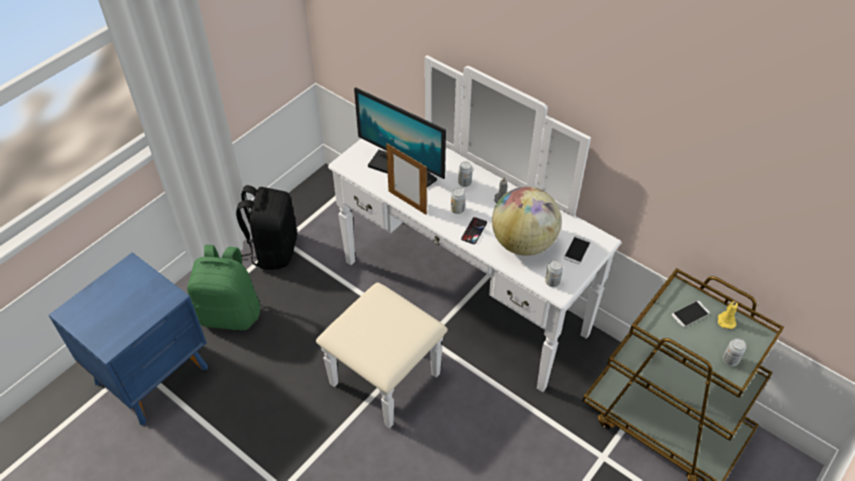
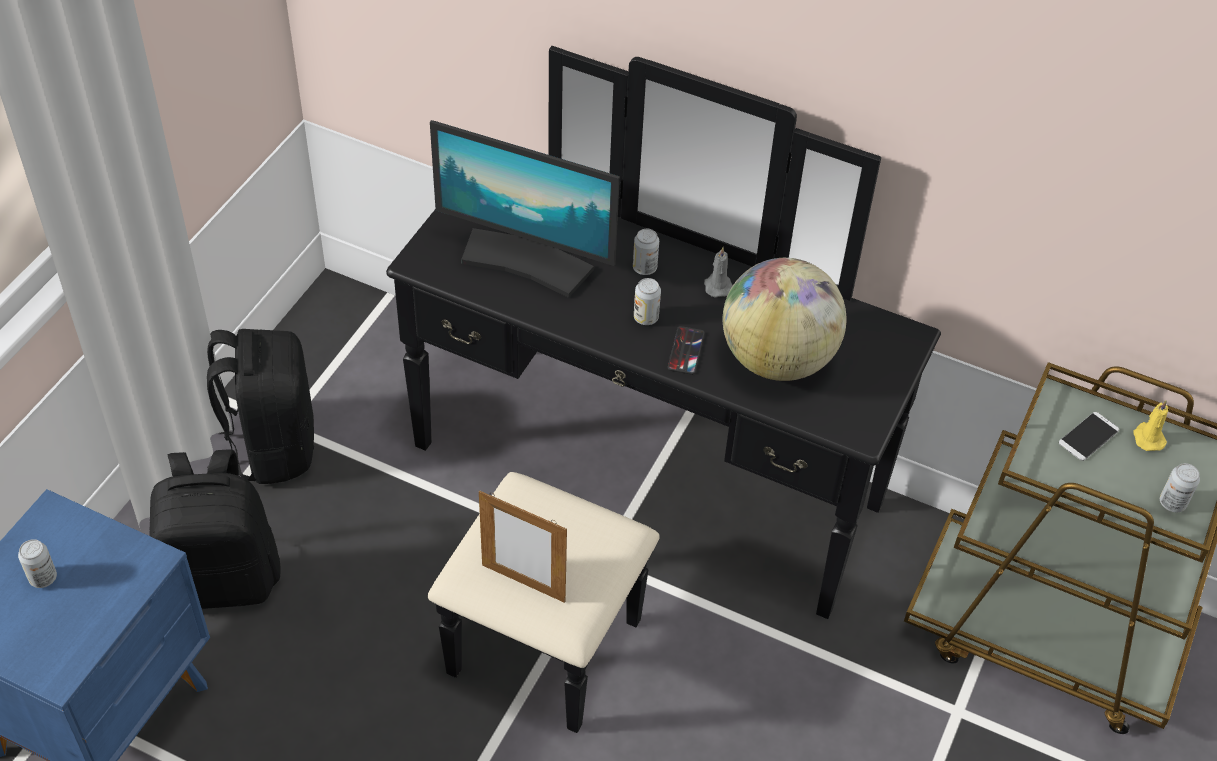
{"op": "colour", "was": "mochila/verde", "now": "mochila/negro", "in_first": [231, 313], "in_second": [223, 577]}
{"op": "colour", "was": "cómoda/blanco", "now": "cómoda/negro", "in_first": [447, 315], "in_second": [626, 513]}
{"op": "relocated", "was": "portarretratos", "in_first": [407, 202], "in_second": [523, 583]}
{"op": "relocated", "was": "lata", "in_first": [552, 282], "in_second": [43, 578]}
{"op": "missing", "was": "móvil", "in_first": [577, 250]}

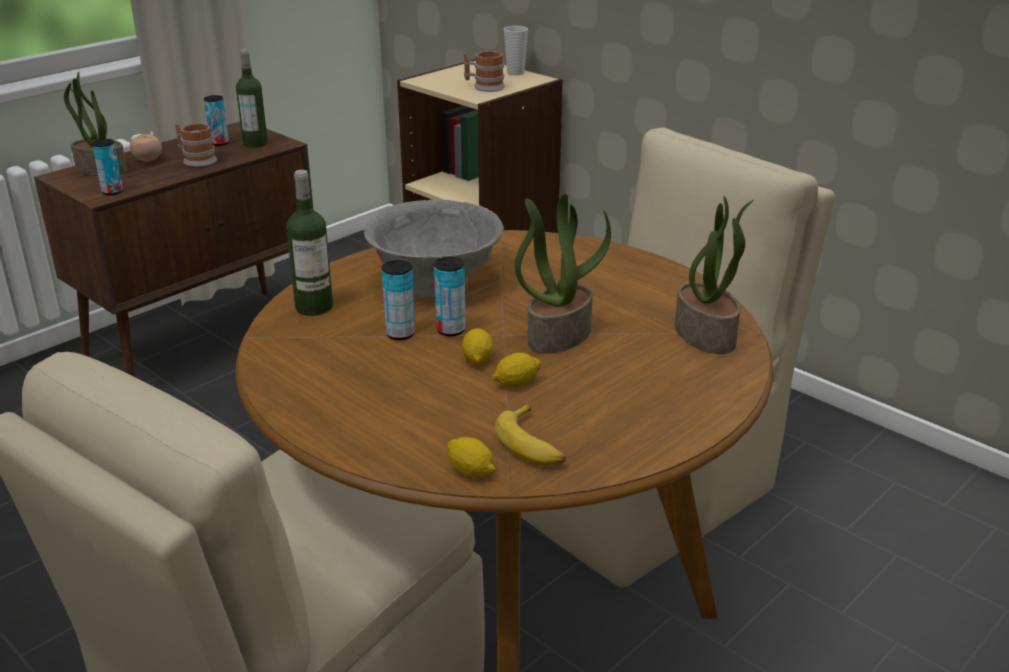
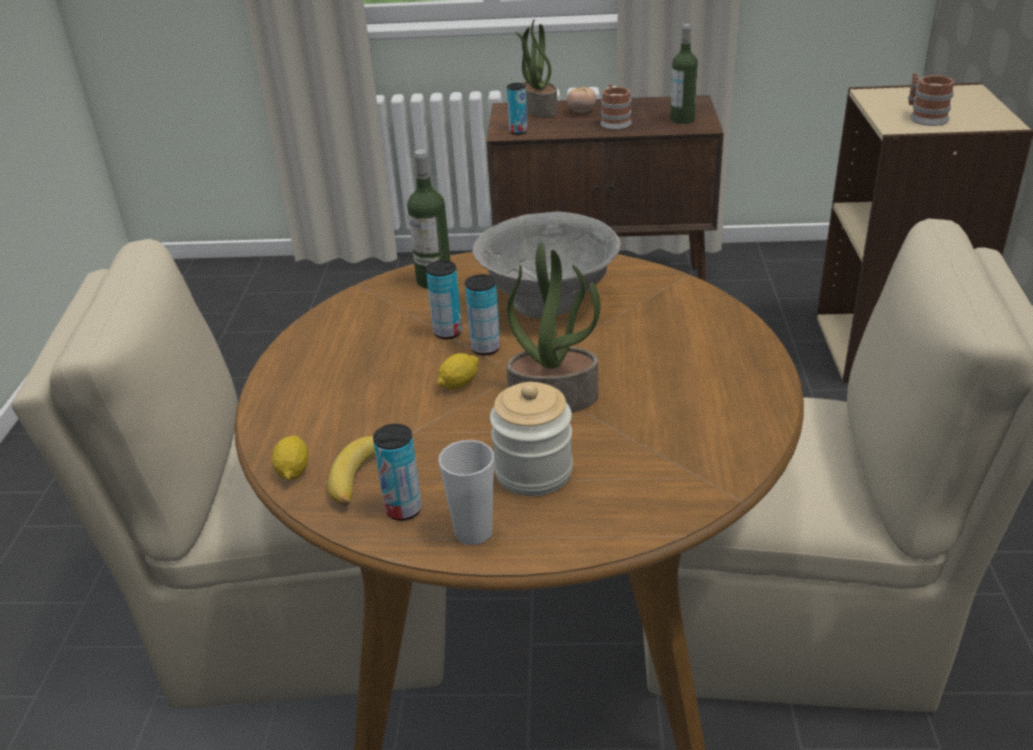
{"op": "relocated", "was": "lata", "in_first": [219, 143], "in_second": [403, 509]}
{"op": "missing", "was": "limón", "in_first": [516, 383]}
{"op": "relocated", "was": "taza", "in_first": [515, 73], "in_second": [473, 532]}
{"op": "missing", "was": "planta en maceta", "in_first": [706, 335]}
{"op": "appeared", "now": "tarro", "in_second": [533, 472]}

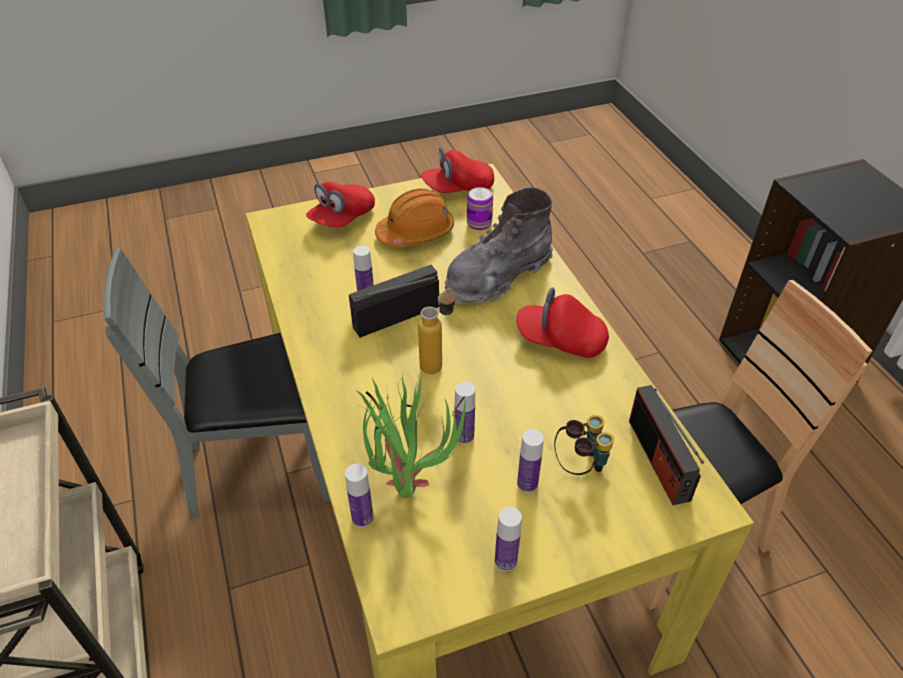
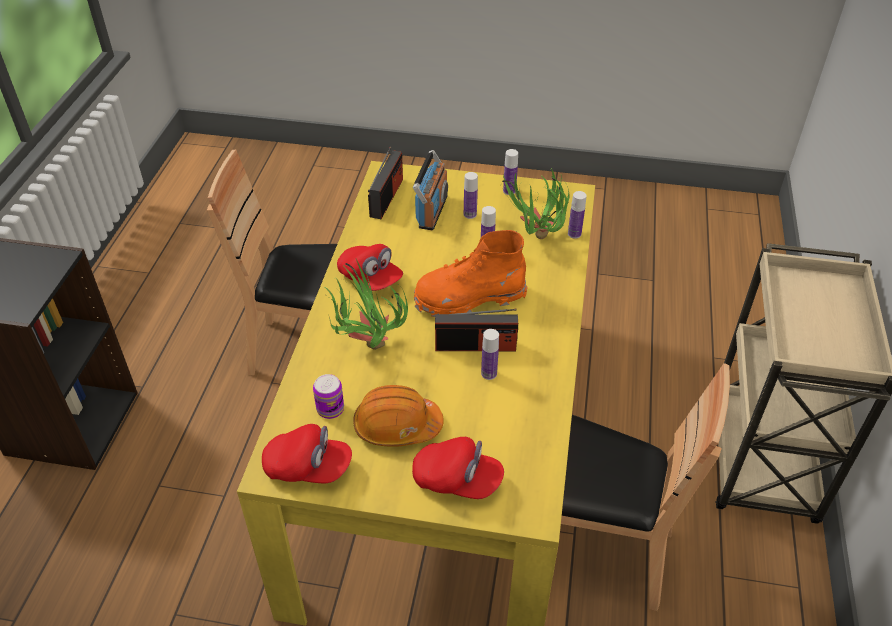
{"op": "colour", "was": "silla/gris", "now": "silla/marrón", "in_first": [262, 468], "in_second": [595, 549]}
{"op": "spun", "was": "gorra/rojo", "in_first": [342, 218], "in_second": [457, 480], "clockwise": 45}
{"op": "exchanged", "was": "botella", "now": "bota/naranja", "in_first": [438, 362], "in_second": [469, 298]}
{"op": "exchanged", "was": "bota/gris", "now": "planta en maceta", "in_first": [497, 276], "in_second": [366, 347]}
{"op": "exchanged", "was": "prismáticos", "now": "radio", "in_first": [580, 464], "in_second": [432, 211]}

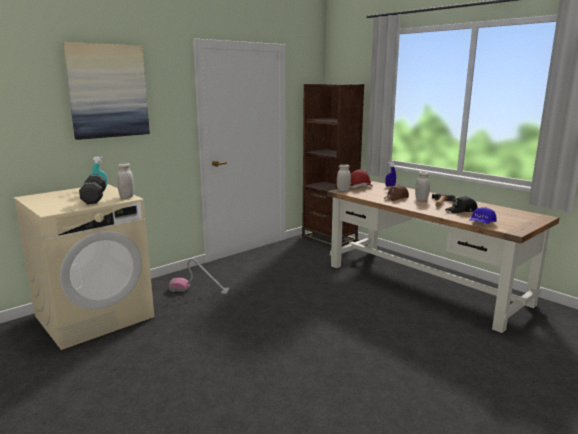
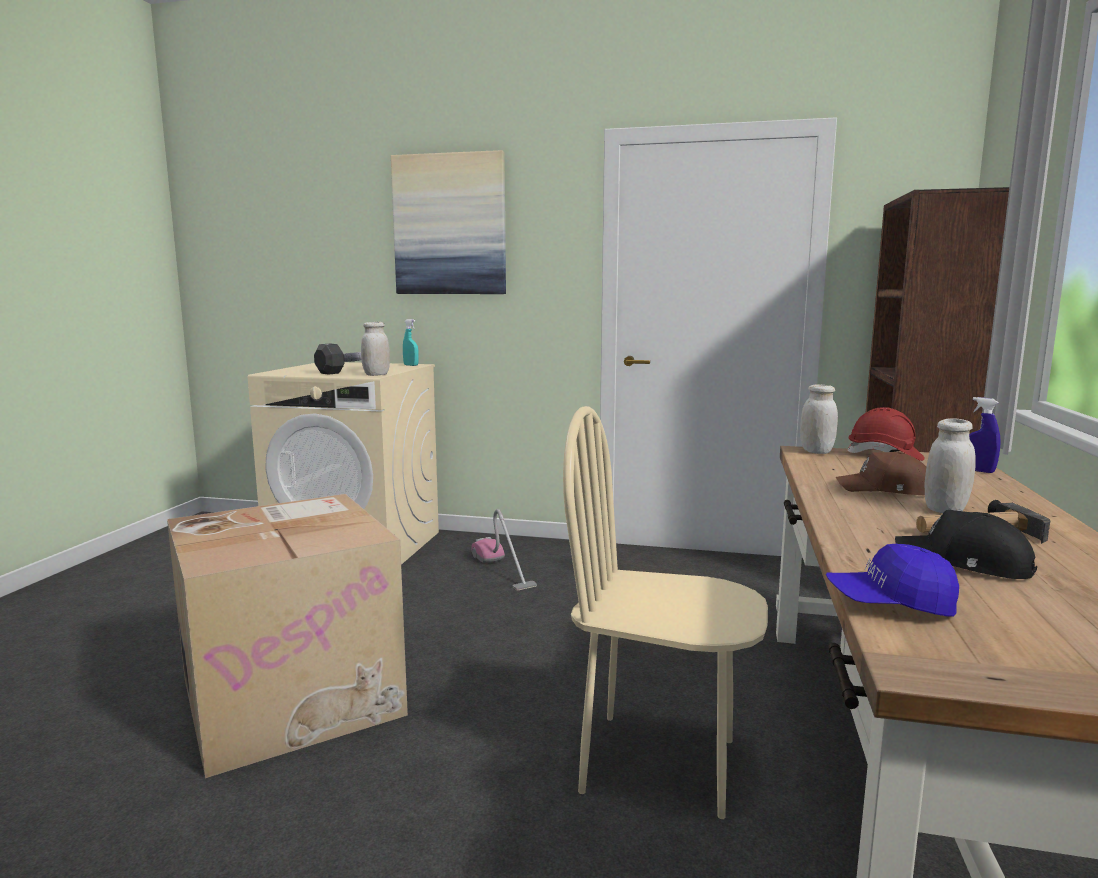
{"op": "appeared", "now": "caja de cartón", "in_second": [294, 695]}
{"op": "appeared", "now": "silla/beis", "in_second": [659, 763]}

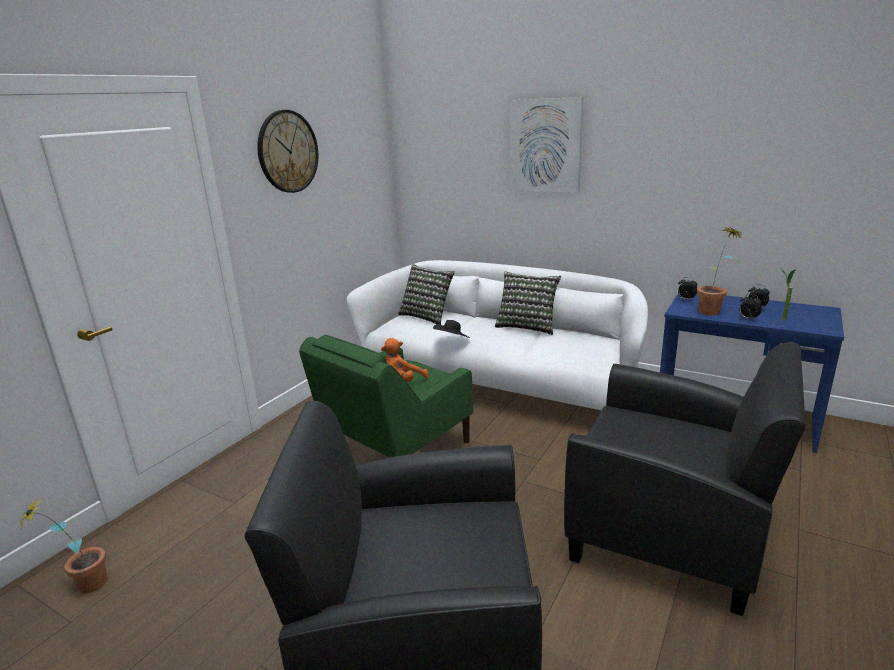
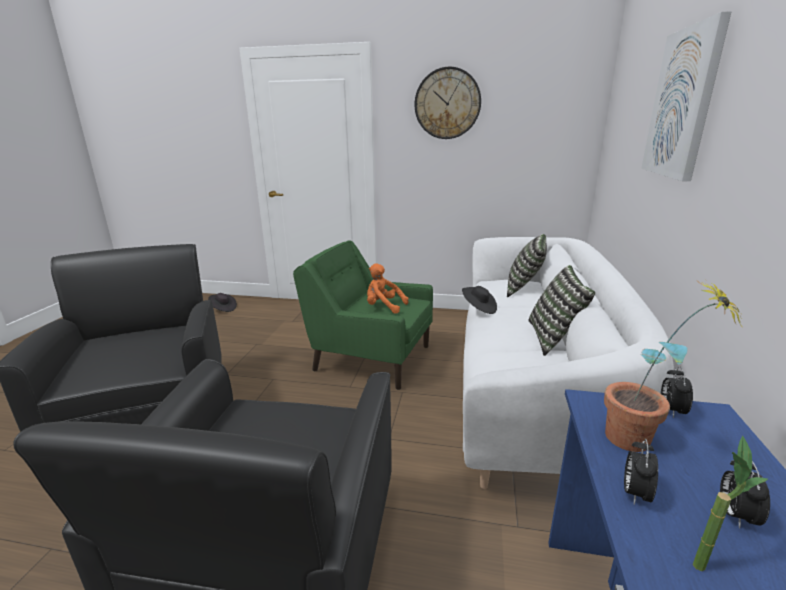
{"op": "exchanged", "was": "planta en maceta", "now": "sombrero/negro", "in_first": [83, 587], "in_second": [223, 308]}

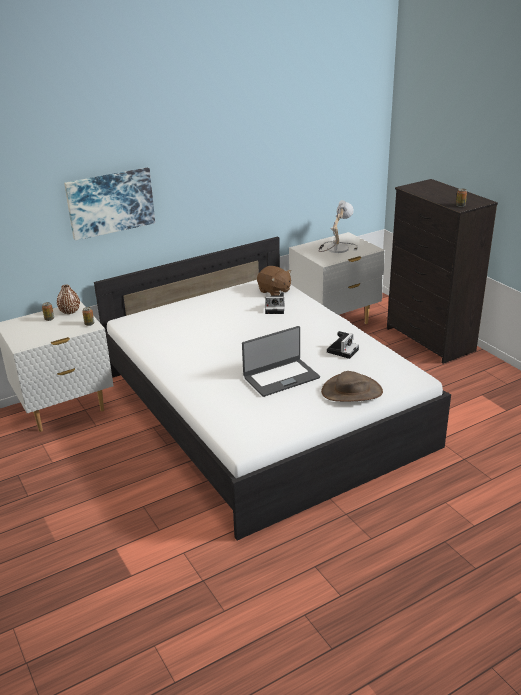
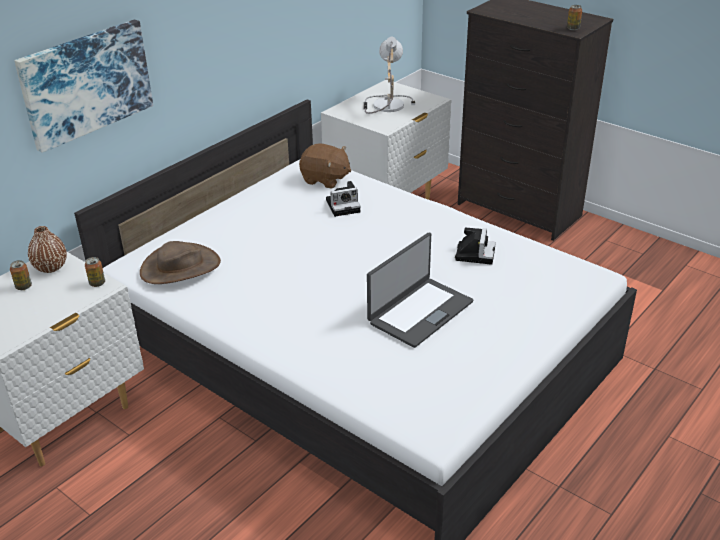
{"op": "relocated", "was": "sombrero/marrón", "in_first": [352, 391], "in_second": [180, 267]}

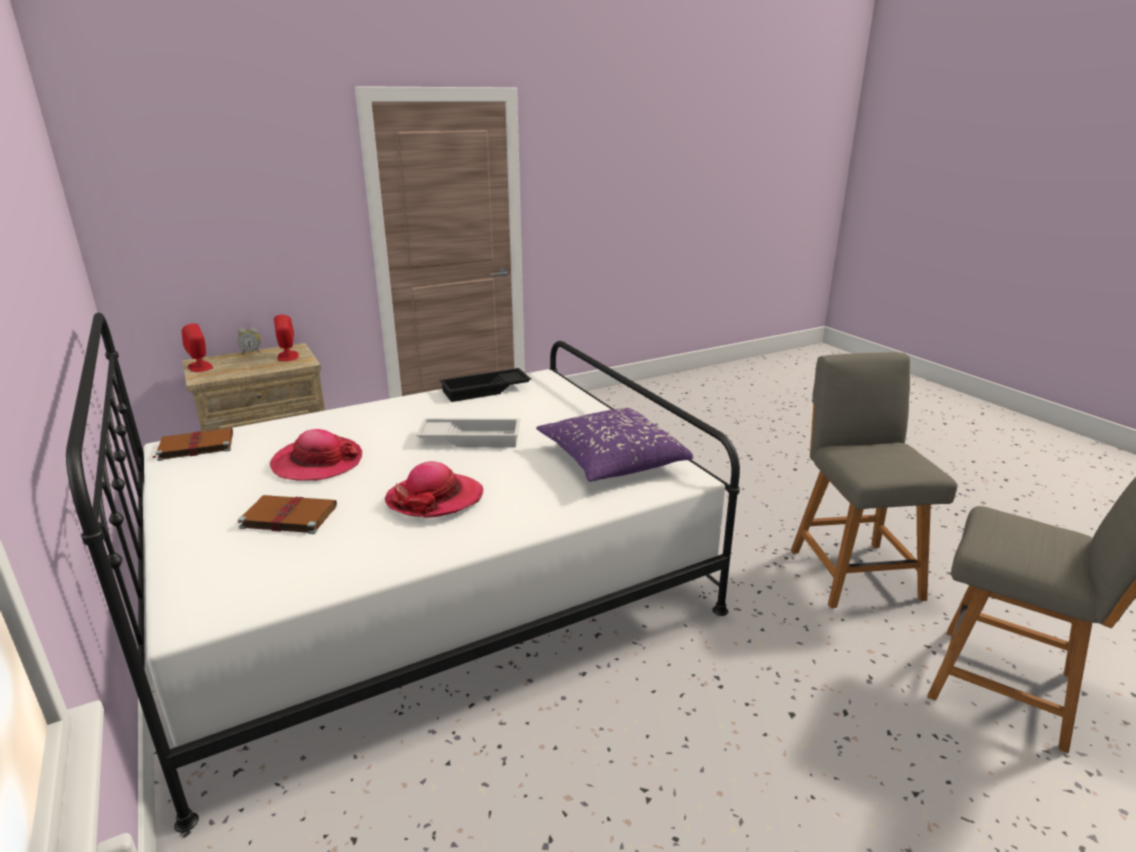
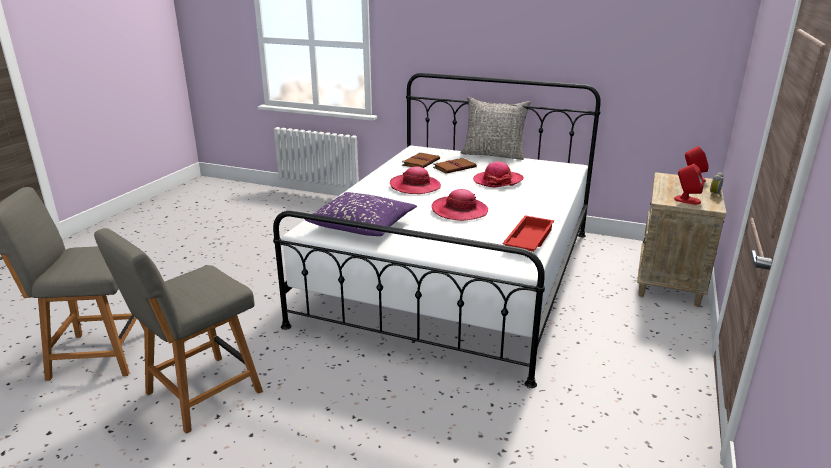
{"op": "relocated", "was": "libro/marrón", "in_first": [195, 446], "in_second": [421, 162]}
{"op": "exchanged", "was": "bandeja/blanco", "now": "sombrero", "in_first": [471, 438], "in_second": [459, 211]}
{"op": "colour", "was": "bandeja/negro", "now": "bandeja/rojo", "in_first": [485, 390], "in_second": [527, 240]}
{"op": "spun", "was": "silla/gris", "in_first": [852, 571], "in_second": [200, 394], "clockwise": 90}
{"op": "appeared", "now": "cojín/gris", "in_second": [493, 155]}

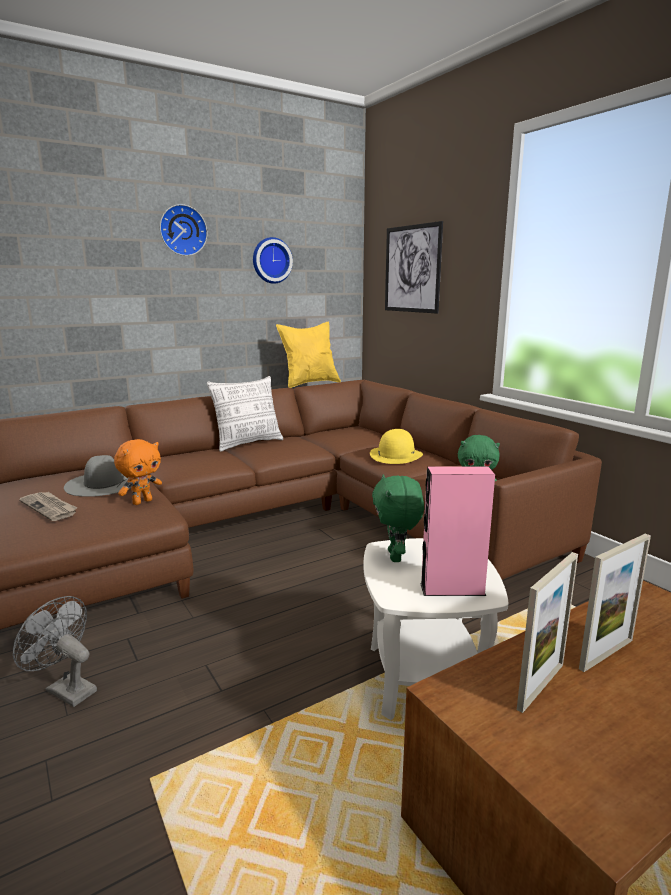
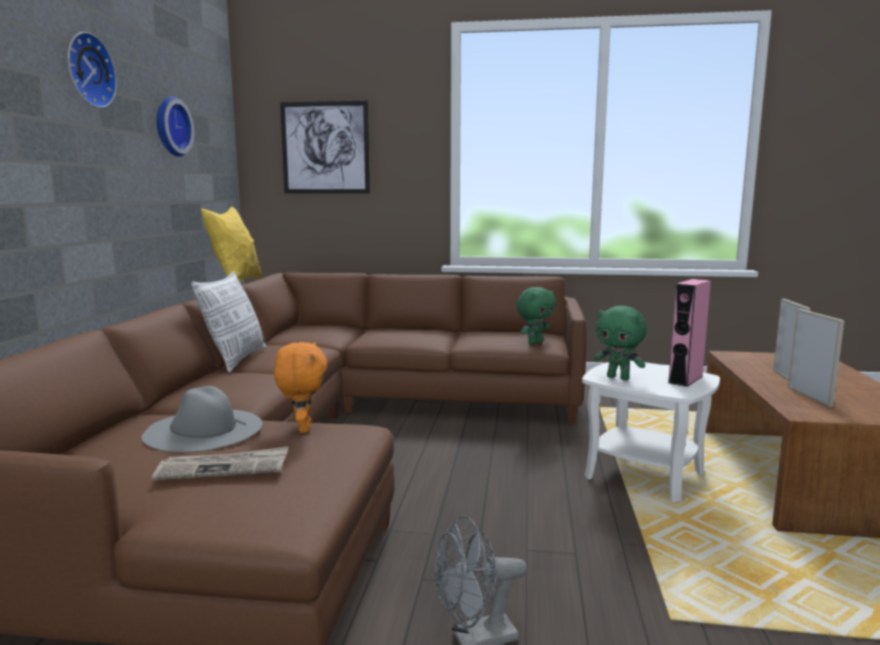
{"op": "missing", "was": "sombrero/amarillo", "in_first": [396, 455]}

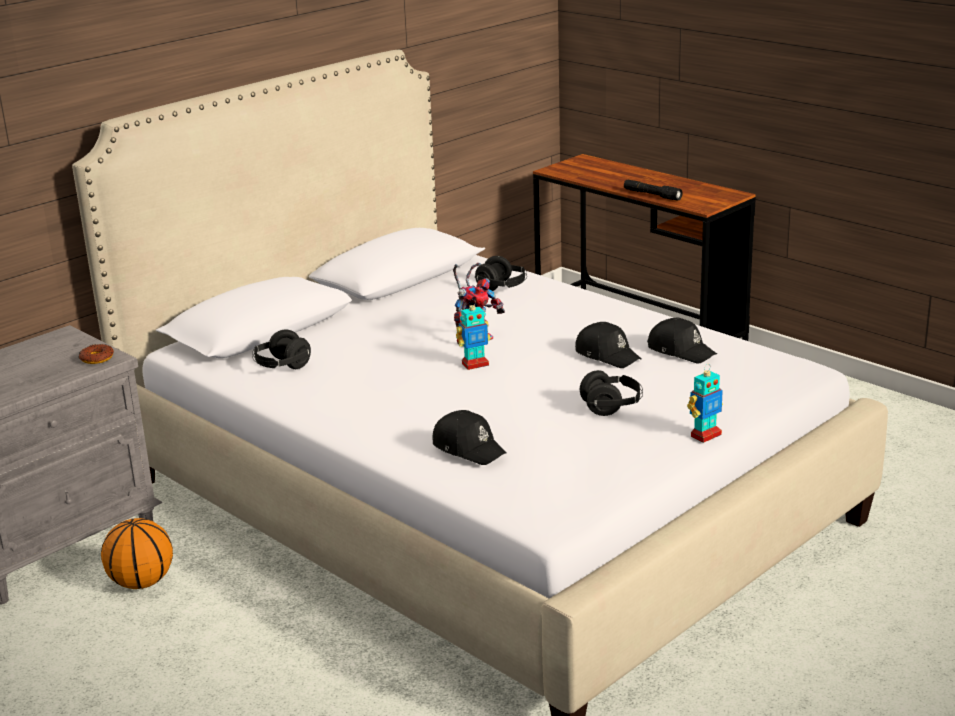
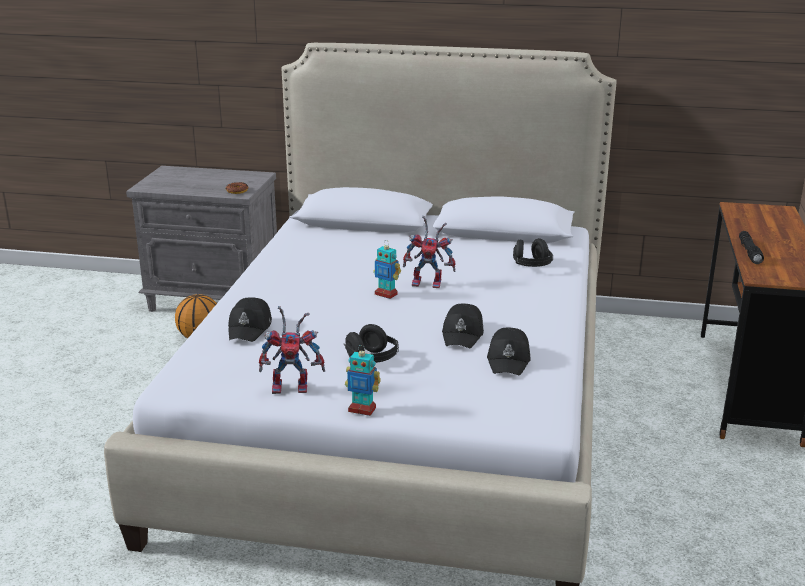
{"op": "missing", "was": "auriculares/negro", "in_first": [281, 366]}
{"op": "appeared", "now": "robot de juguete", "in_second": [293, 386]}

